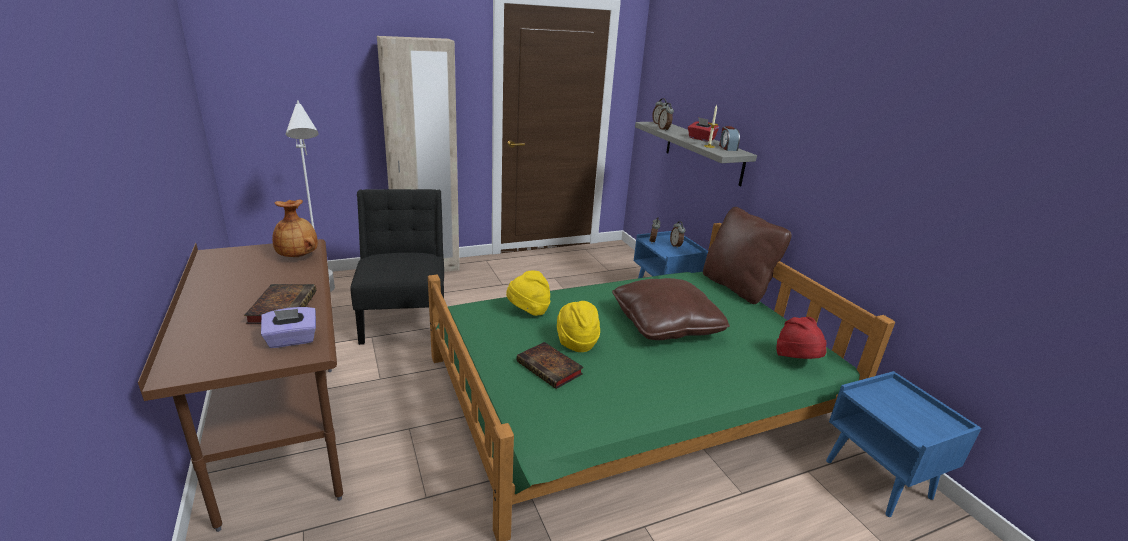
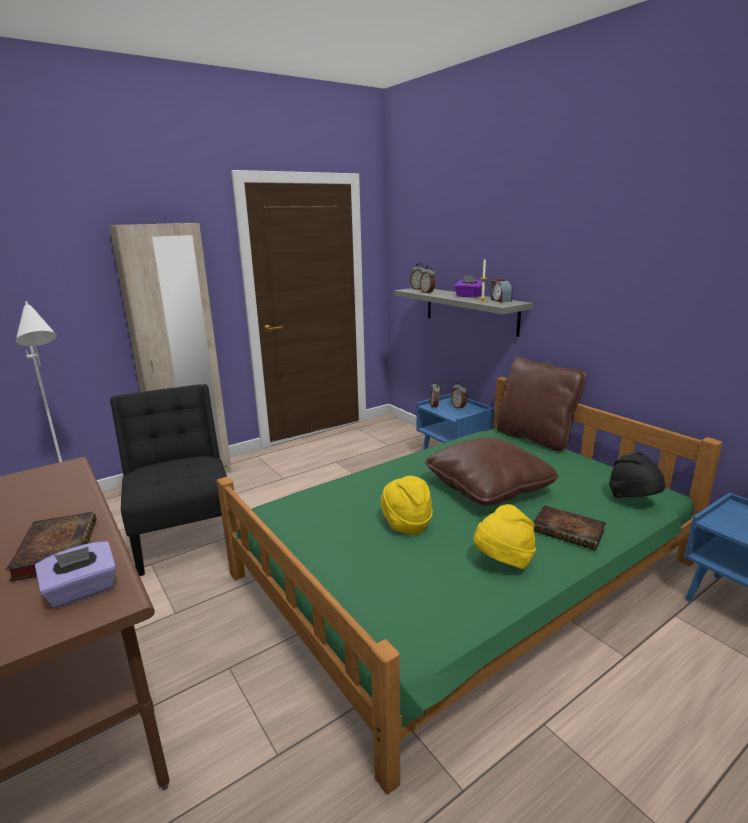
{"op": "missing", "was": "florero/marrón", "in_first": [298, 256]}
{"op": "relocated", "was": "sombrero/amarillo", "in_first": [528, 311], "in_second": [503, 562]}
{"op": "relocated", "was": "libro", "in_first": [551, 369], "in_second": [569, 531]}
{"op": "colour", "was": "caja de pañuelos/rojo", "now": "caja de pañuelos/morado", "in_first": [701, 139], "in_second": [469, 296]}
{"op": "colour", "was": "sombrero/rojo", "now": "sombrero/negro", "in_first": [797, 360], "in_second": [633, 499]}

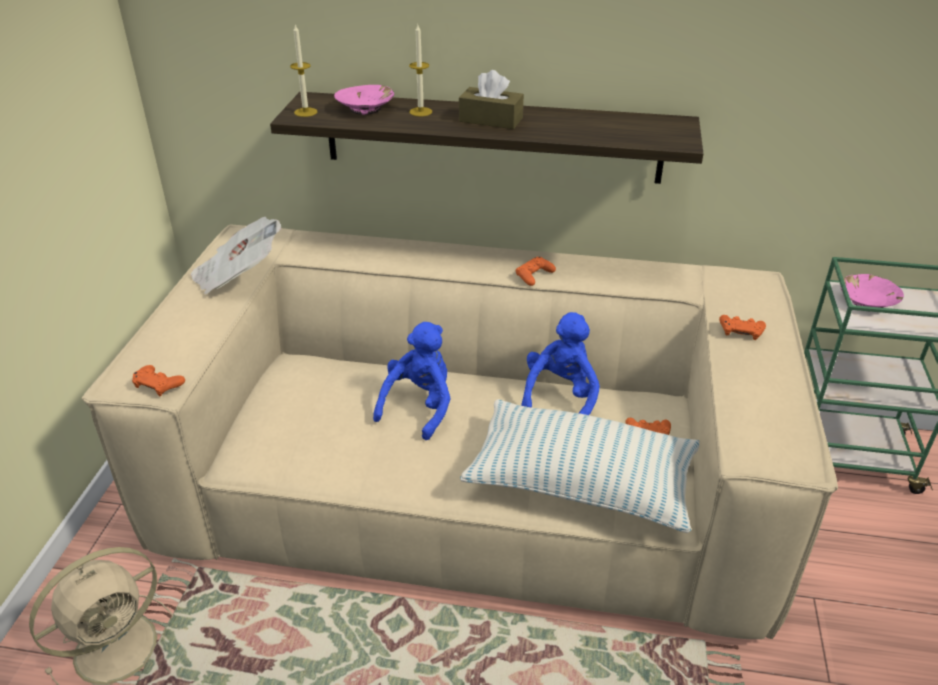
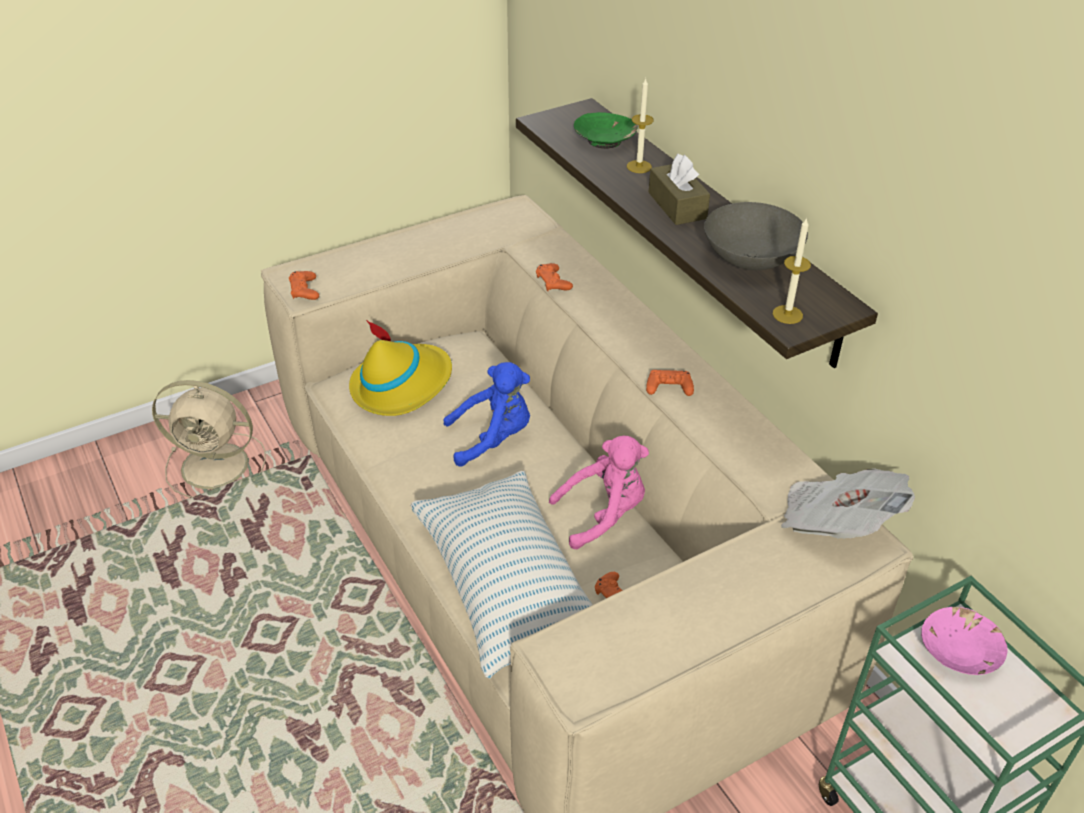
{"op": "relocated", "was": "periódico", "in_first": [238, 276], "in_second": [836, 523]}
{"op": "relocated", "was": "vela", "in_first": [305, 112], "in_second": [787, 314]}
{"op": "colour", "was": "cuenco/rosa", "now": "cuenco/verde", "in_first": [365, 108], "in_second": [604, 140]}
{"op": "colour", "was": "peluche/azul", "now": "peluche/rosa", "in_first": [560, 396], "in_second": [603, 514]}
{"op": "relocated", "was": "mando de consola/naranja", "in_first": [741, 331], "in_second": [553, 282]}
{"op": "appeared", "now": "sombrero/amarillo", "in_second": [401, 385]}
{"op": "appeared", "now": "cuenco/gris", "in_second": [752, 261]}

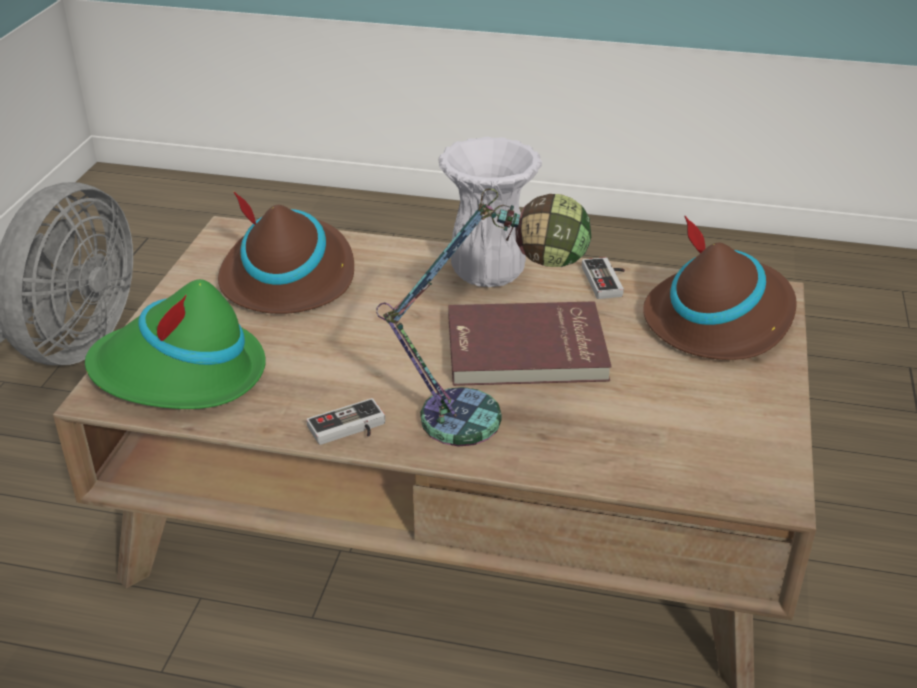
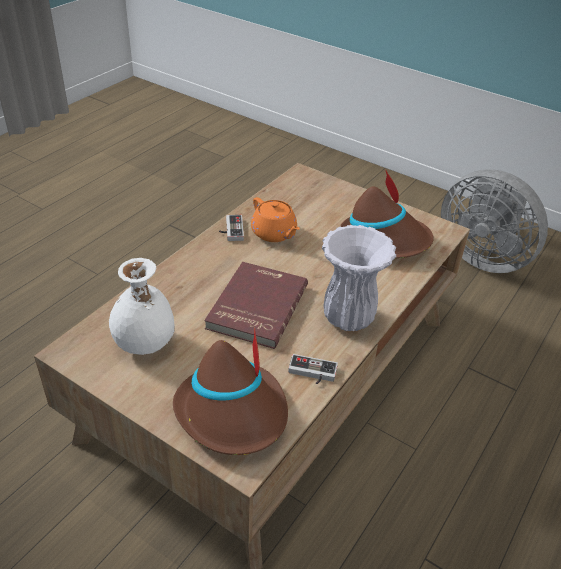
{"op": "missing", "was": "sombrero/verde", "in_first": [180, 374]}
{"op": "missing", "was": "lámpara de mesa", "in_first": [486, 420]}
{"op": "appeared", "now": "florero/blanco", "in_second": [144, 345]}
{"op": "appeared", "now": "tetera/naranja", "in_second": [274, 233]}

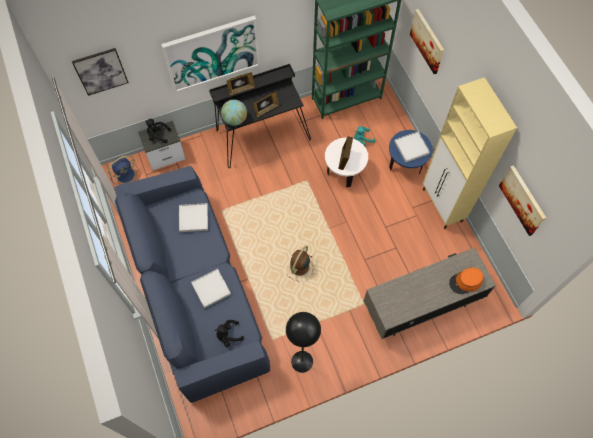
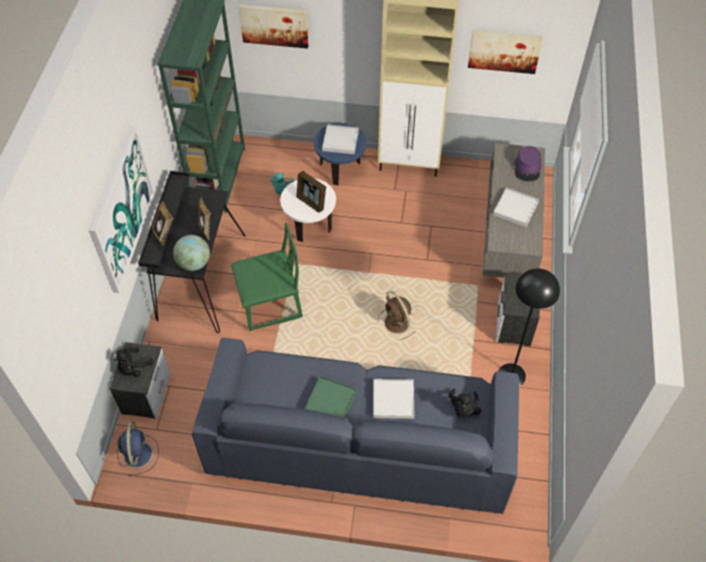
{"op": "missing", "was": "cuadro", "in_first": [101, 71]}
{"op": "relocated", "was": "bandeja/blanco", "in_first": [193, 218], "in_second": [515, 209]}
{"op": "colour", "was": "sombrero/naranja", "now": "sombrero/morado", "in_first": [465, 282], "in_second": [527, 167]}
{"op": "appeared", "now": "silla/verde", "in_second": [270, 305]}
{"op": "appeared", "now": "bandeja/verde", "in_second": [330, 402]}
{"op": "appeared", "now": "mesita de noche", "in_second": [513, 324]}

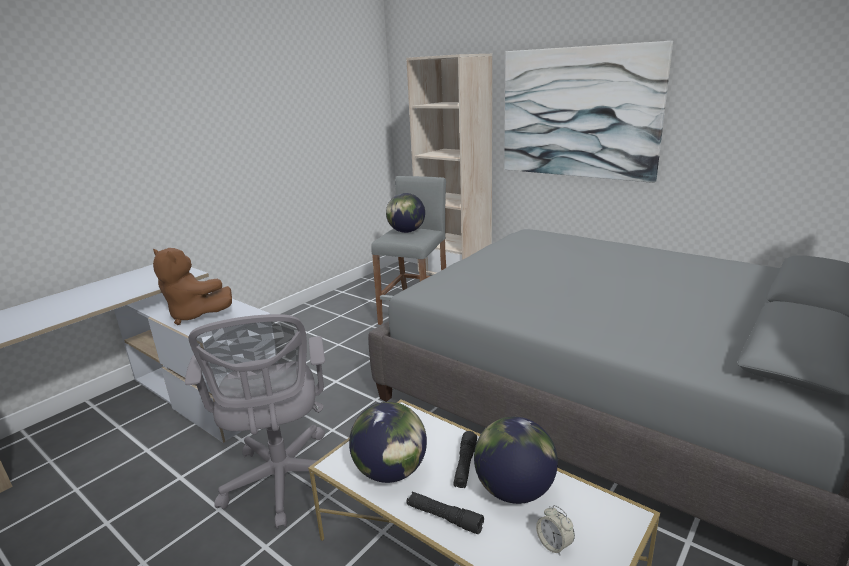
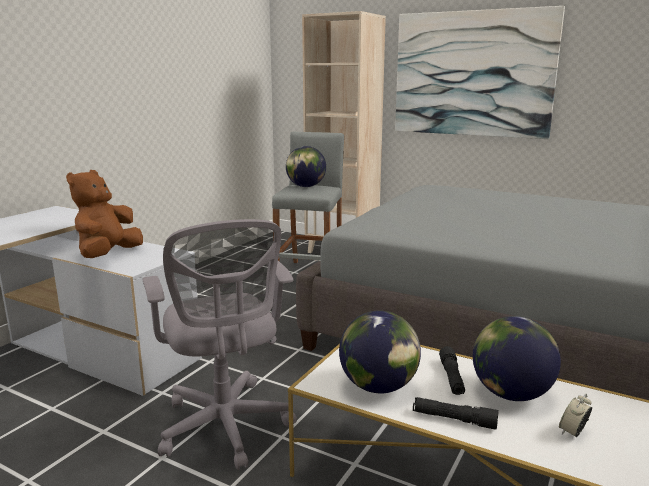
{"op": "spun", "was": "peluche/marrón", "in_first": [195, 315], "in_second": [108, 255], "clockwise": 90}
{"op": "spun", "was": "despertador", "in_first": [554, 544], "in_second": [573, 432], "clockwise": 90}

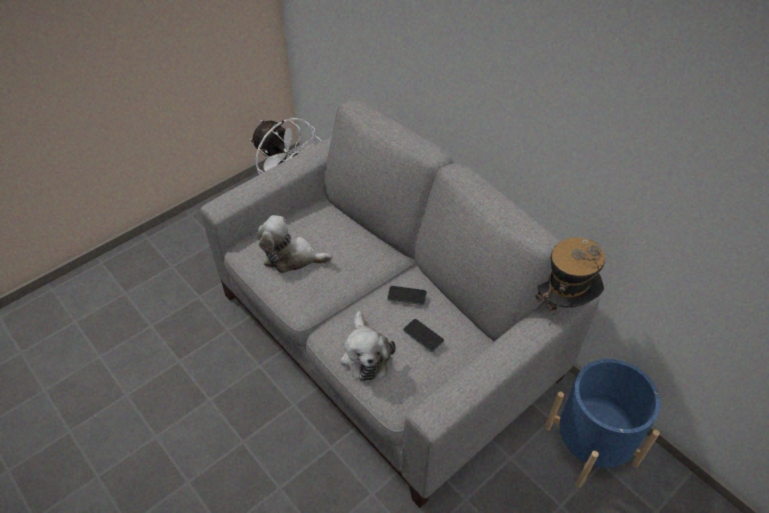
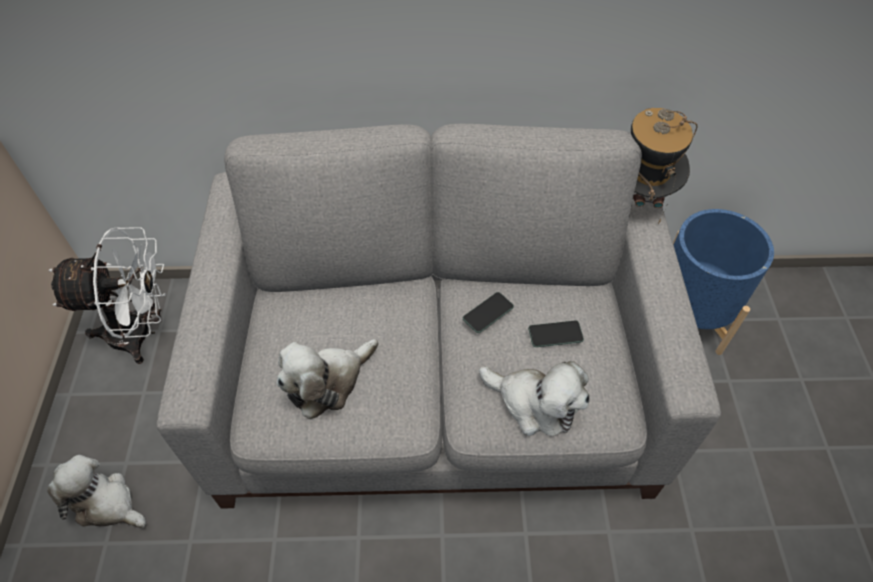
{"op": "appeared", "now": "peluche", "in_second": [106, 503]}

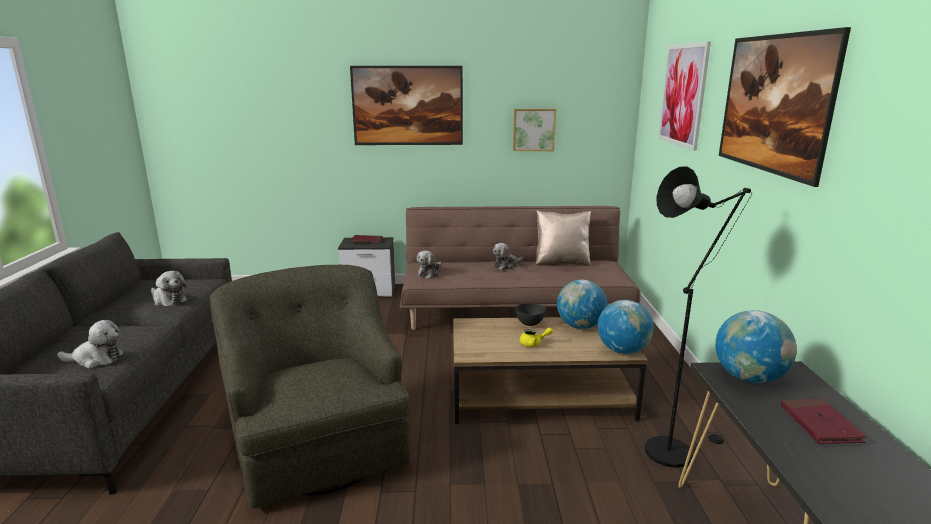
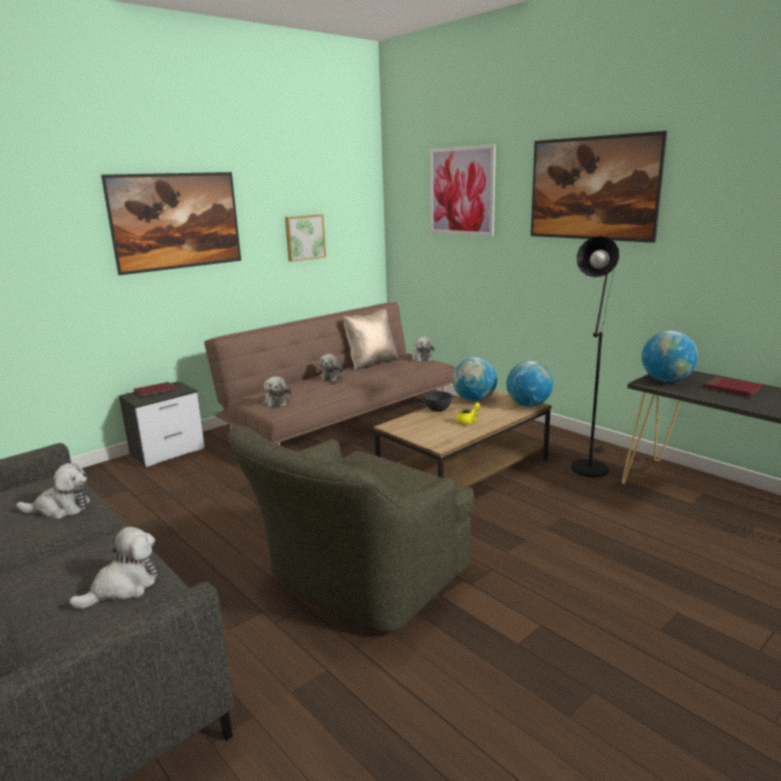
{"op": "spun", "was": "sillón/verde", "in_first": [319, 441], "in_second": [357, 581], "clockwise": -75}
{"op": "appeared", "now": "peluche", "in_second": [421, 358]}

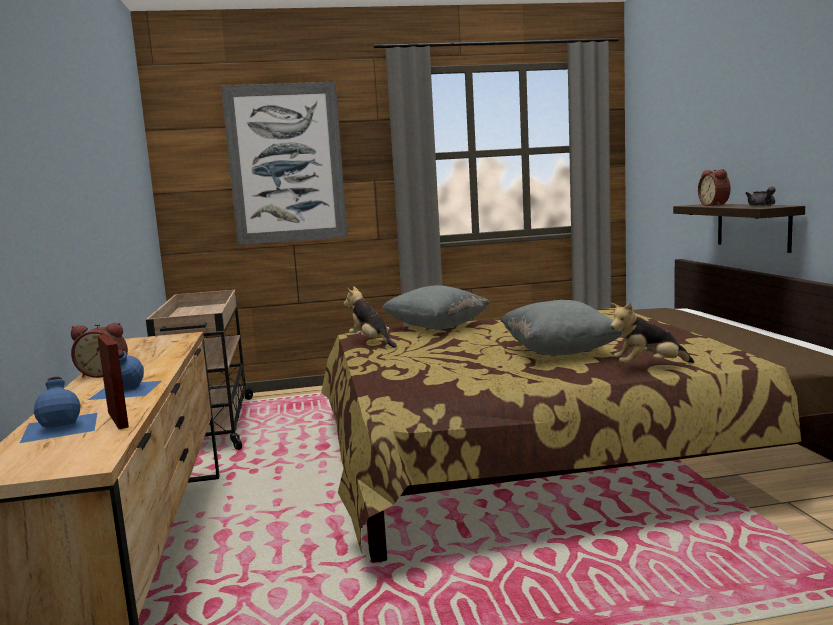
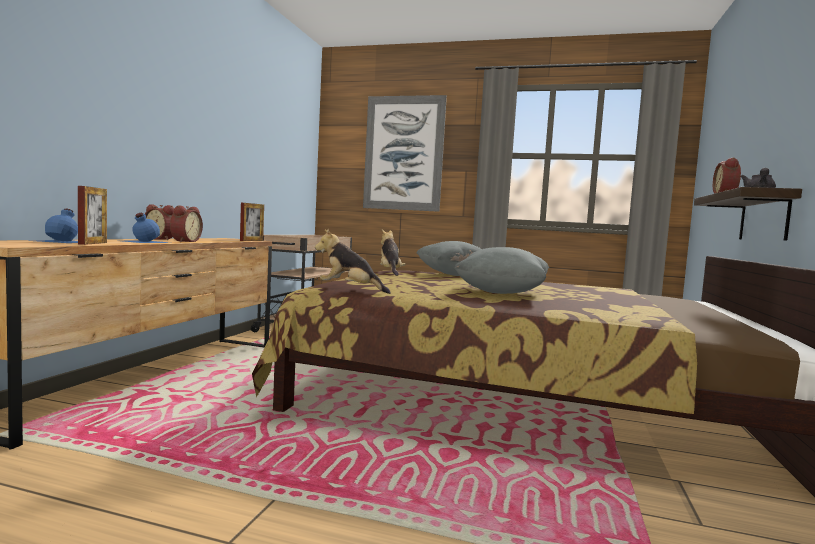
{"op": "relocated", "was": "peluche", "in_first": [648, 367], "in_second": [350, 290]}
{"op": "appeared", "now": "despertador", "in_second": [184, 241]}
{"op": "appeared", "now": "portarretratos", "in_second": [251, 240]}

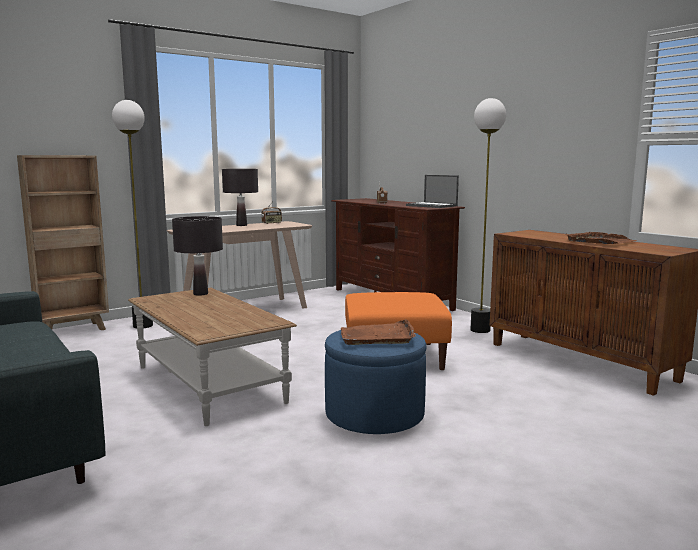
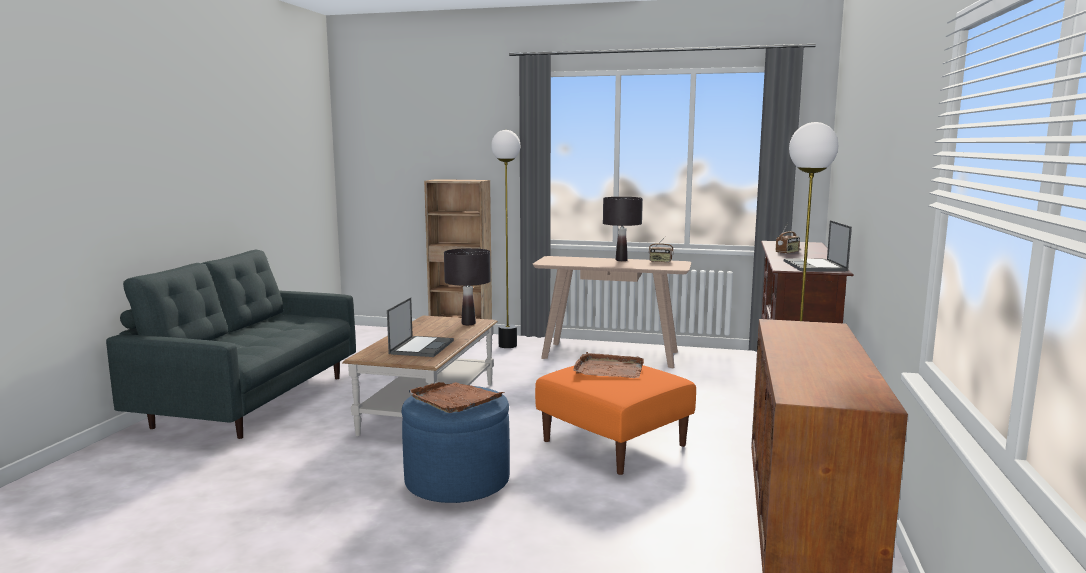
{"op": "relocated", "was": "bandeja/marrón", "in_first": [600, 241], "in_second": [608, 369]}
{"op": "appeared", "now": "portátil", "in_second": [422, 347]}

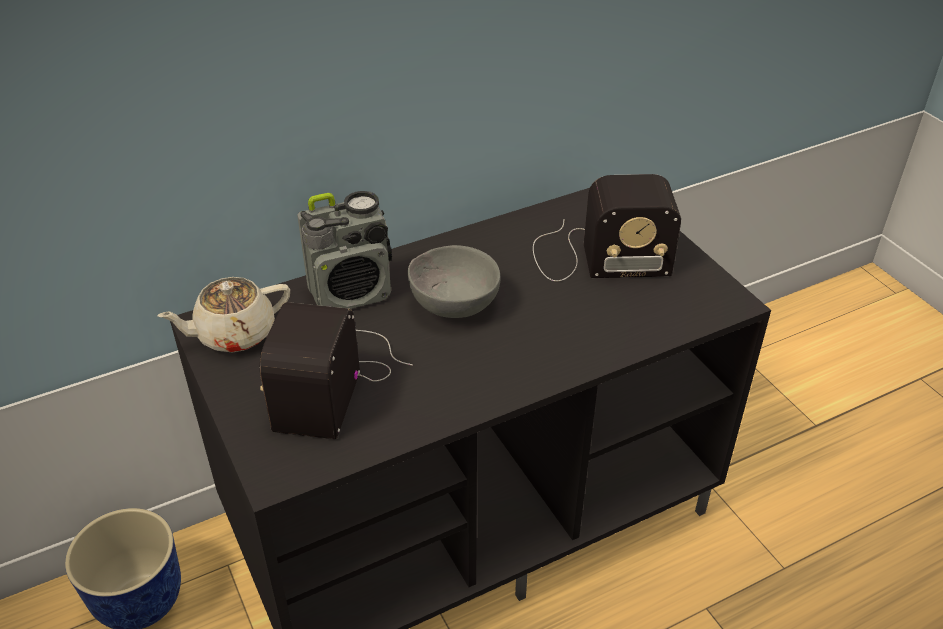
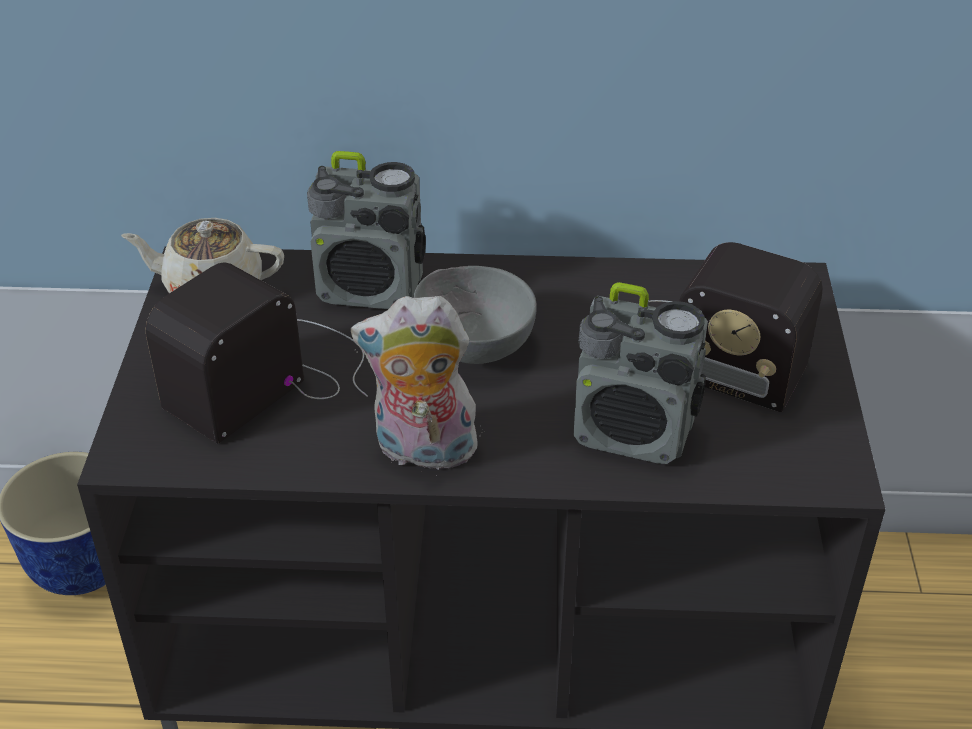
{"op": "appeared", "now": "peluche", "in_second": [422, 452]}
{"op": "appeared", "now": "radio", "in_second": [634, 433]}

